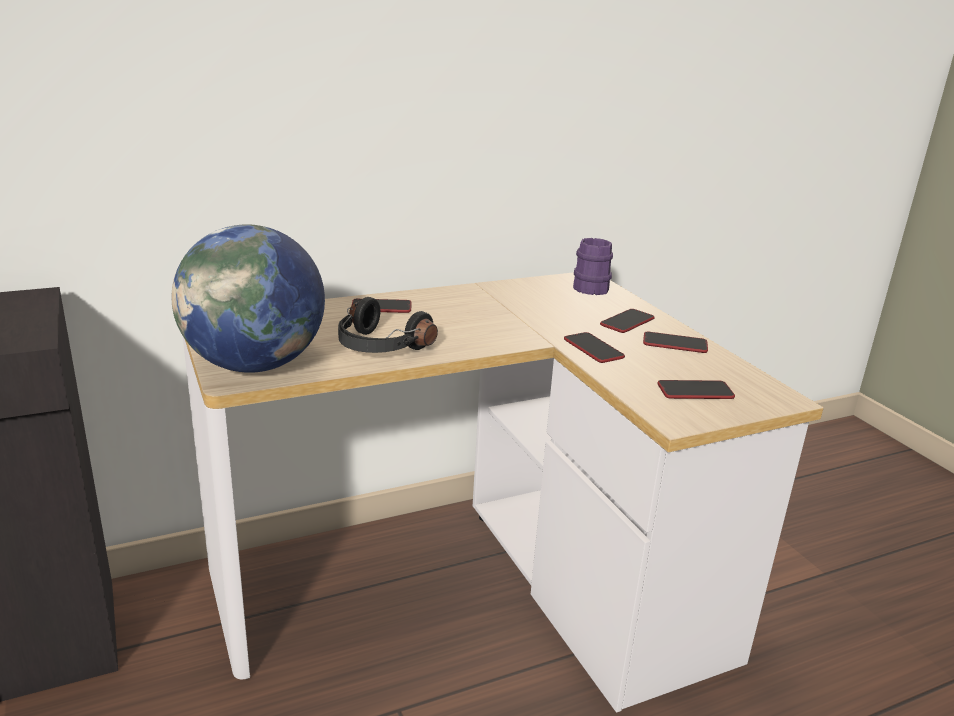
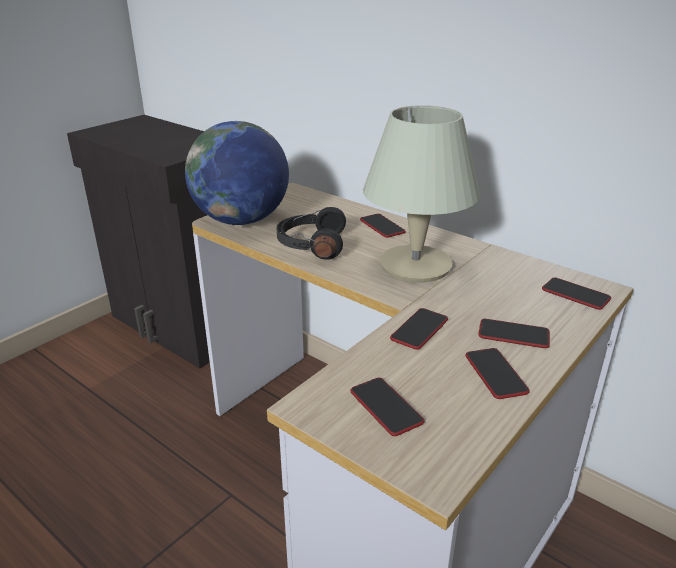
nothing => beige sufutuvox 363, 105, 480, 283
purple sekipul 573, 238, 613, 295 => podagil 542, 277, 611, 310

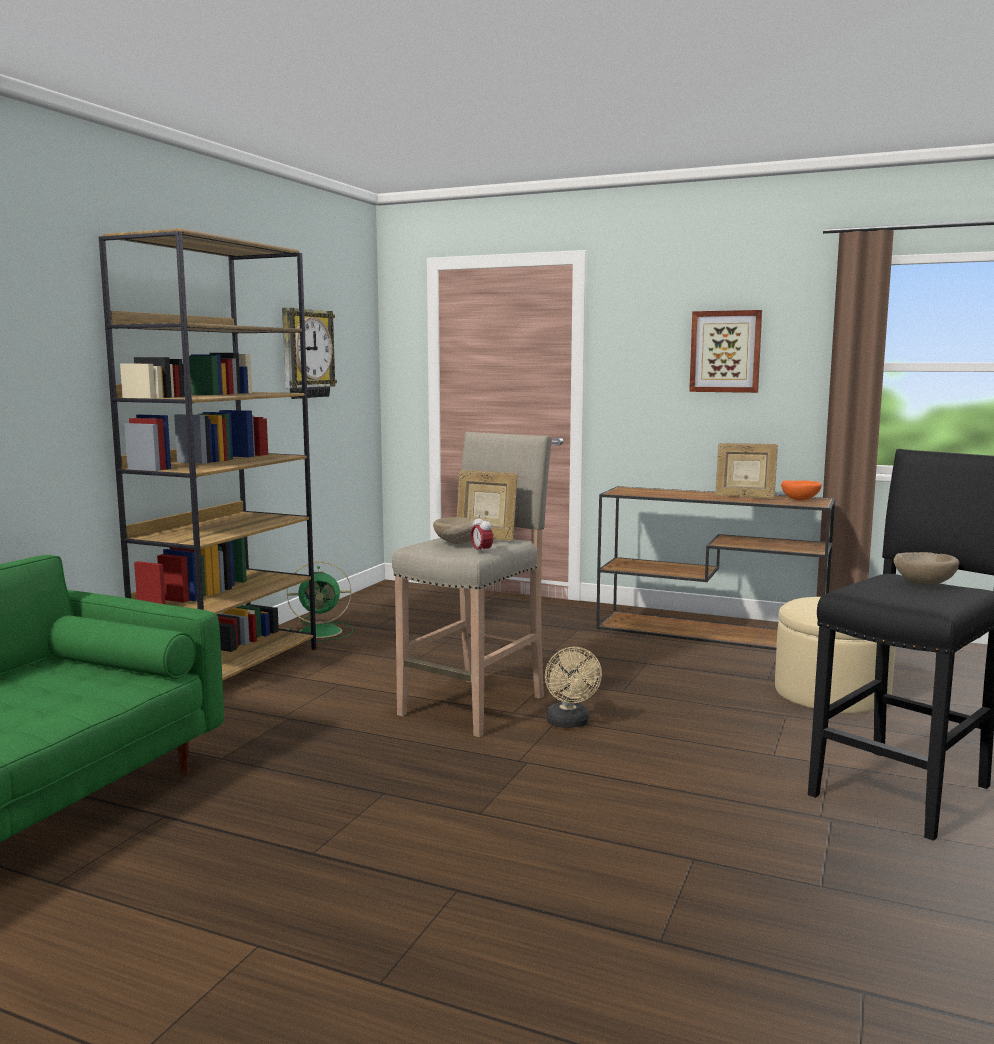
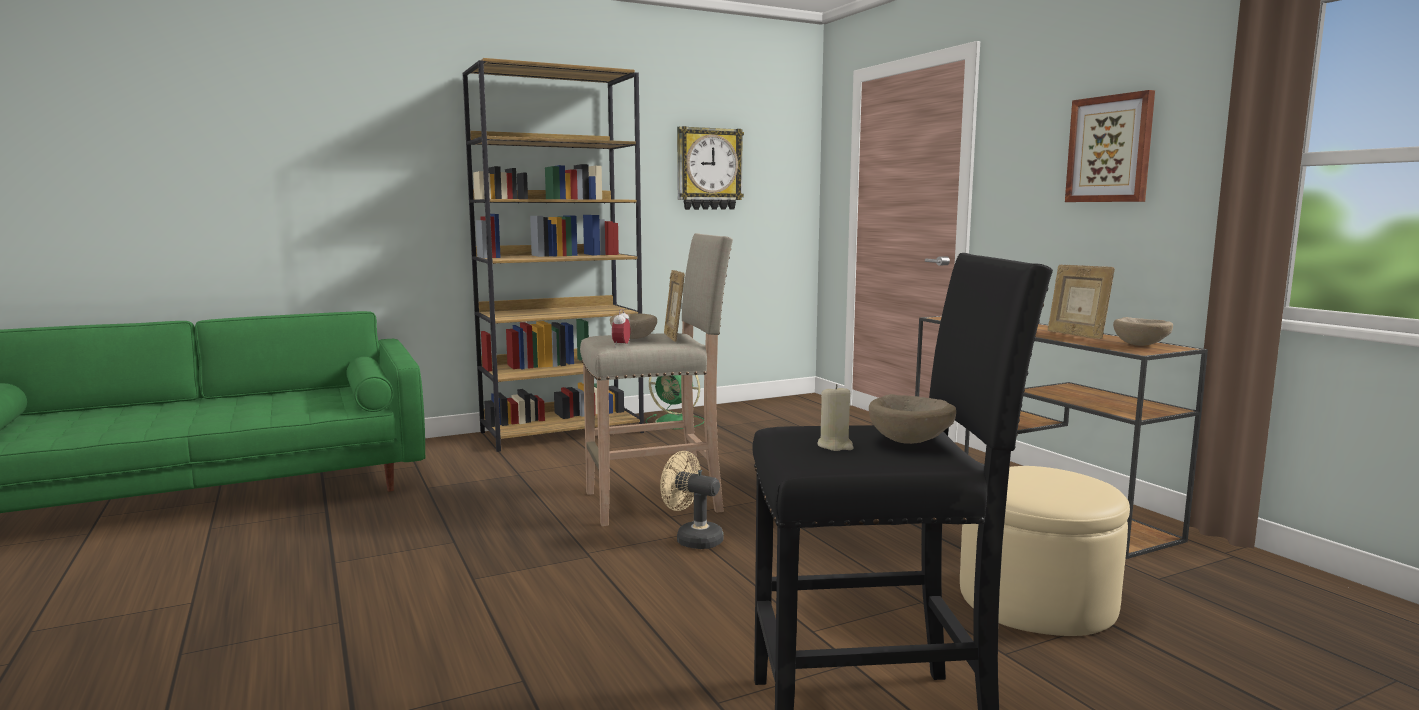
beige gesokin 545, 647, 602, 728 => beige gesokin 660, 451, 724, 549, 90 degrees clockwise
nothing => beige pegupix 817, 384, 854, 451
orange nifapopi 781, 480, 822, 501 => beige nifapopi 1113, 317, 1173, 346

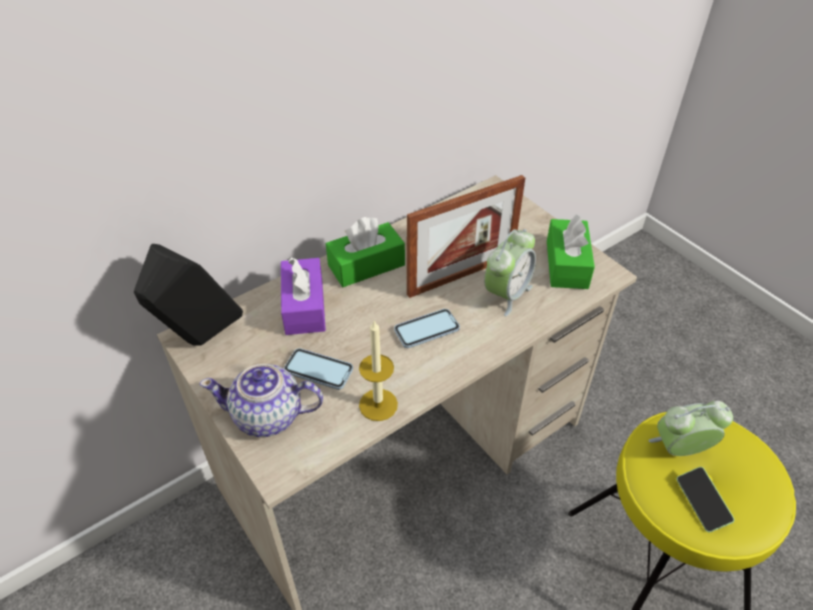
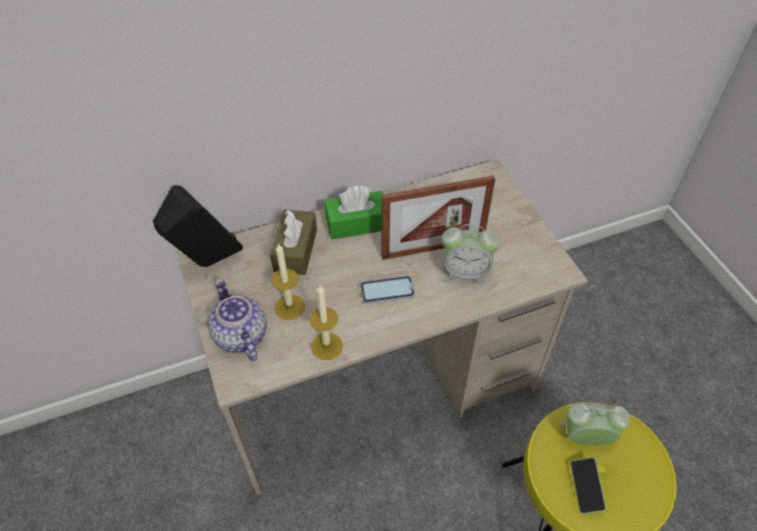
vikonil 200, 364, 323, 437 => vikonil 208, 279, 267, 361, 45 degrees clockwise
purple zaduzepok 281, 257, 326, 335 => brown zaduzepok 270, 209, 317, 275
podagil 284, 348, 353, 390 => pegupix 271, 243, 305, 320
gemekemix 484, 229, 536, 316 => gemekemix 442, 224, 500, 286, 45 degrees clockwise
green zaduzepok 547, 214, 595, 289 => nothing

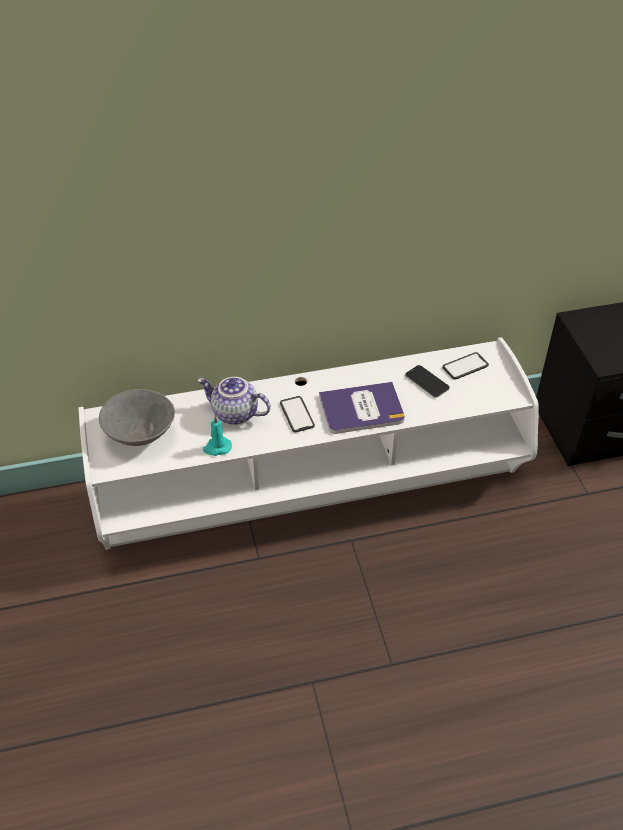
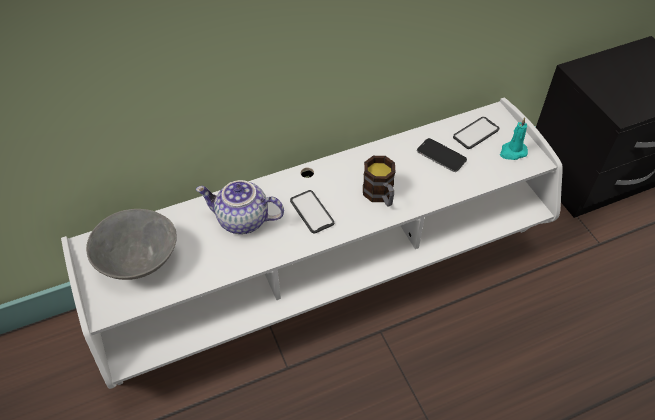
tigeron 319, 382, 405, 434 => sekipul 363, 156, 395, 207
turquoise pegupix 203, 416, 232, 456 => turquoise pegupix 500, 118, 528, 160, moved

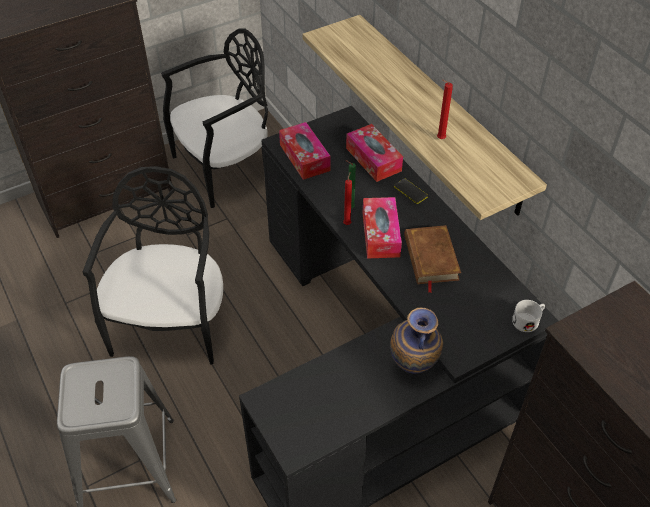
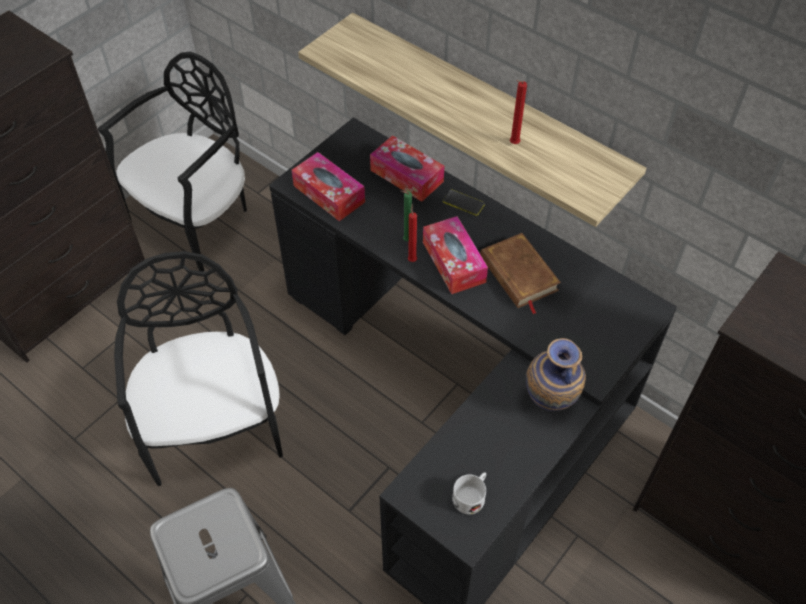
white sekipul 512, 300, 545, 332 => white sekipul 452, 472, 486, 514, moved

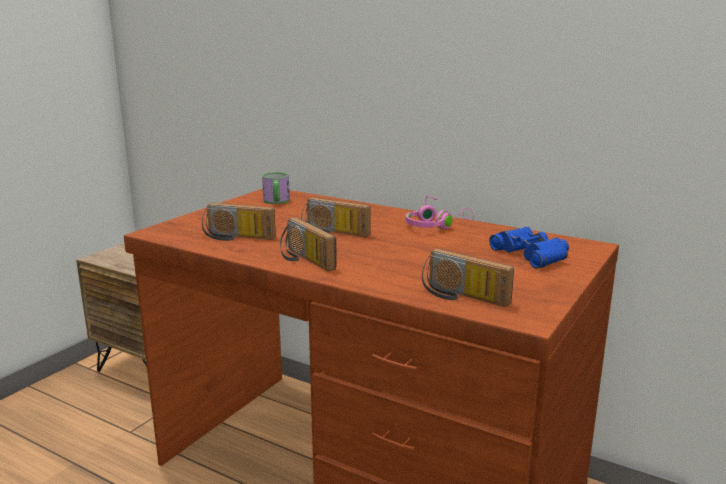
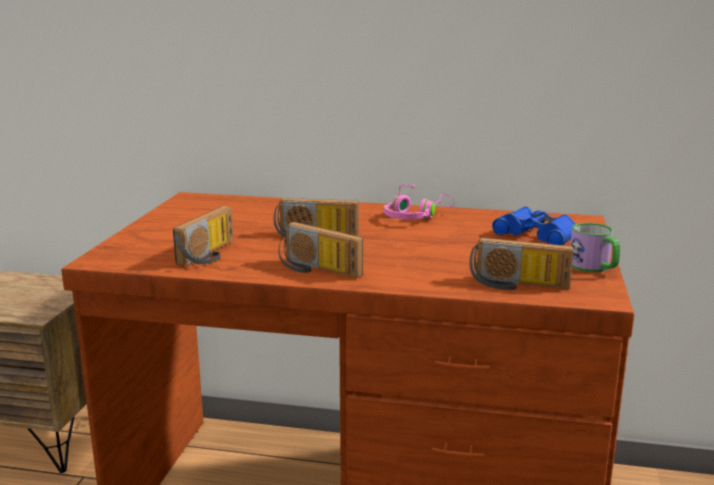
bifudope 202, 203, 276, 241 => bifudope 173, 206, 233, 266, 60 degrees counterclockwise
sekipul 262, 172, 290, 204 => sekipul 571, 223, 620, 272, moved

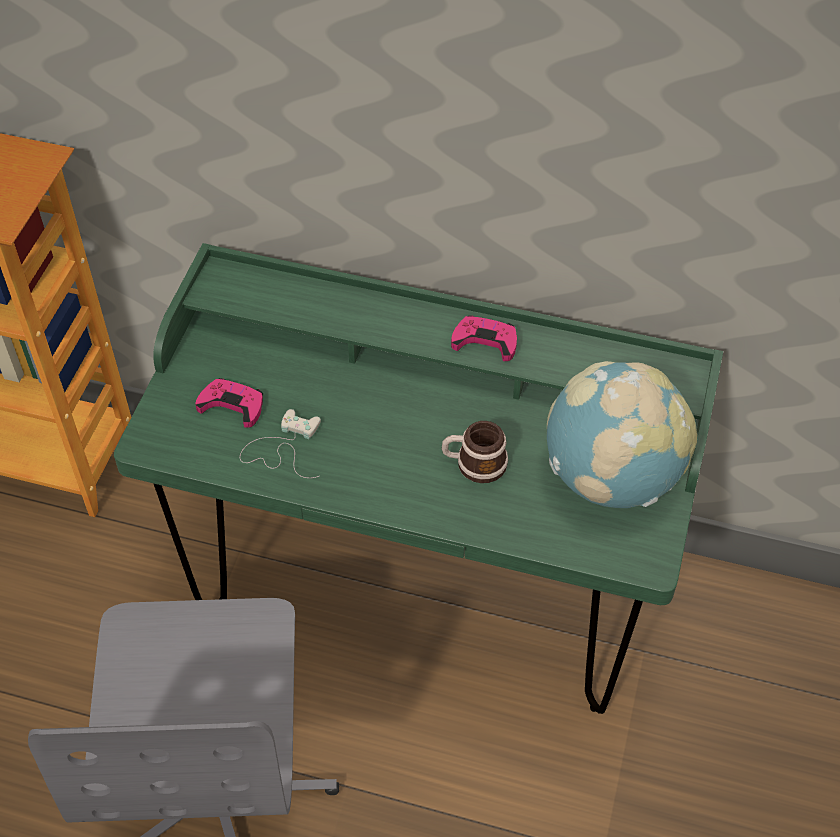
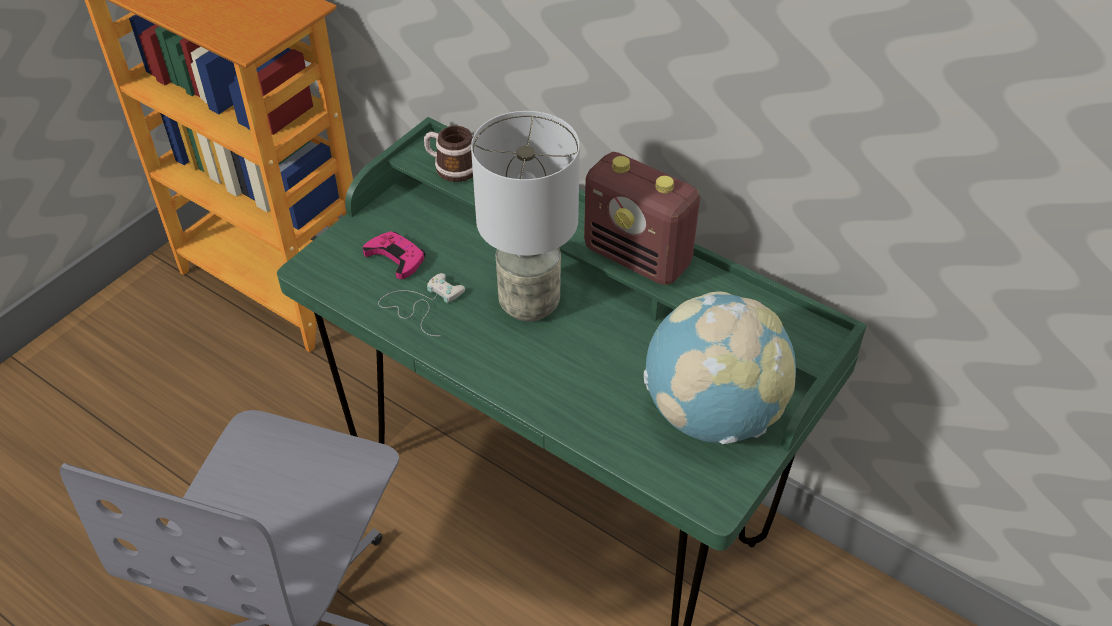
sekipul 442, 421, 508, 483 => sekipul 424, 126, 473, 182, moved
nothing => grey sufutuvox 471, 111, 580, 321
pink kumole 451, 315, 517, 361 => bifudope 584, 152, 700, 285

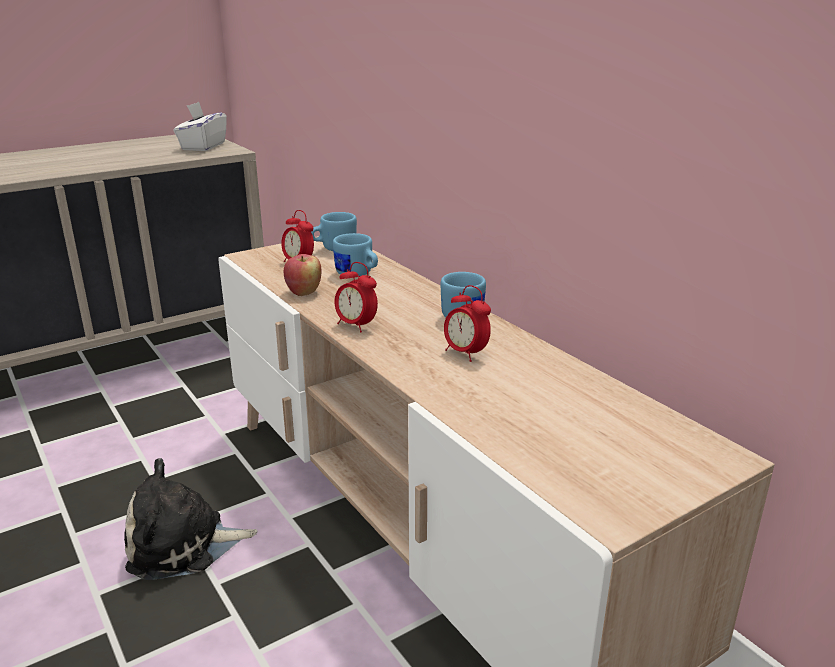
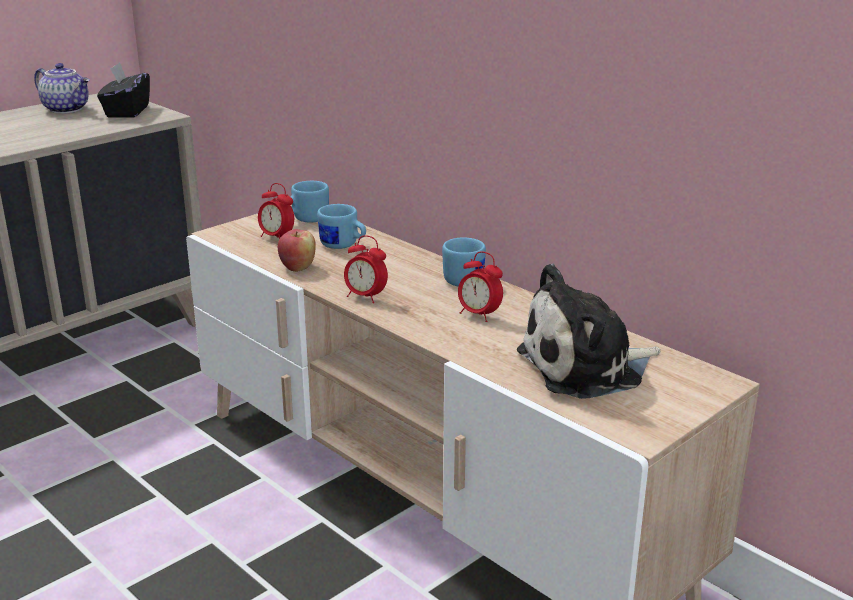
nothing => vikonil 34, 63, 90, 114
white zaduzepok 173, 102, 227, 151 => black zaduzepok 97, 62, 150, 118
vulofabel 124, 458, 258, 580 => vulofabel 517, 264, 661, 399, moved

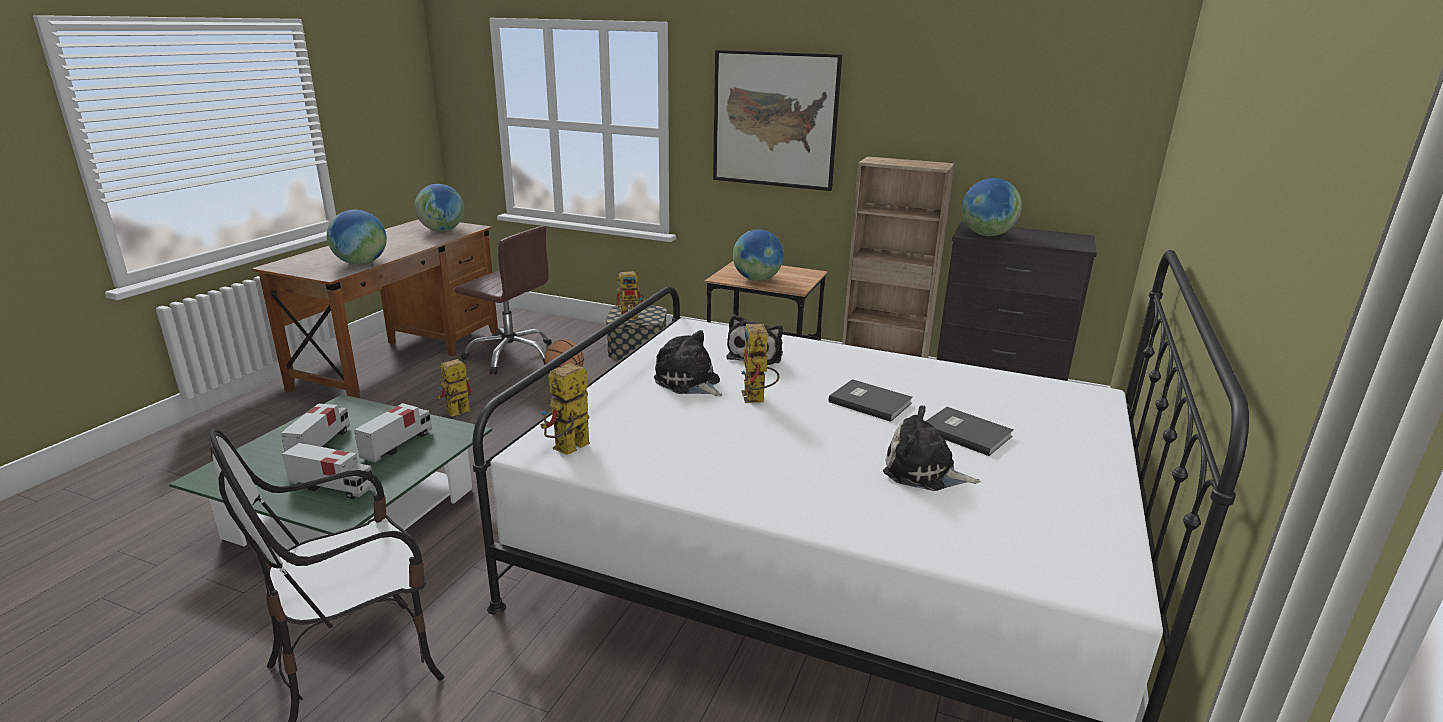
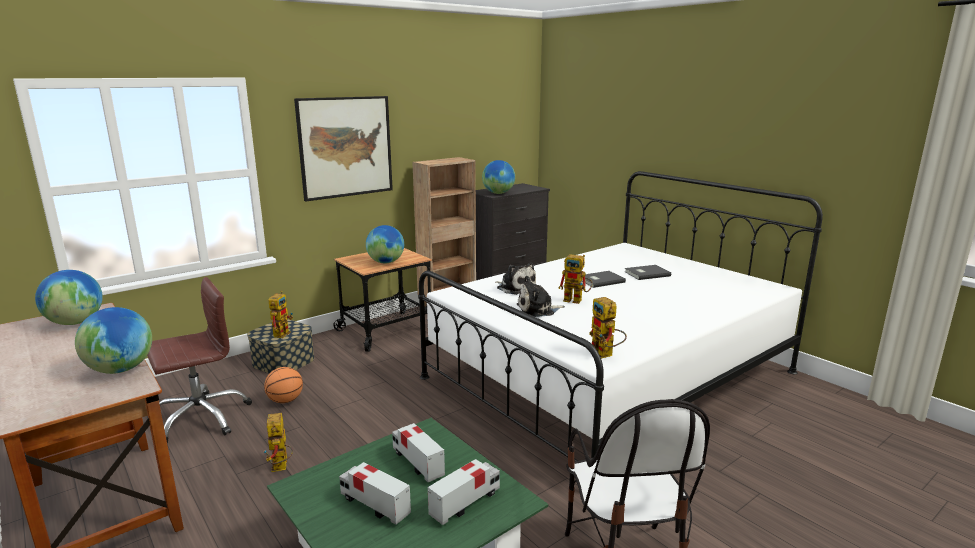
vulofabel 883, 405, 980, 491 => nothing

